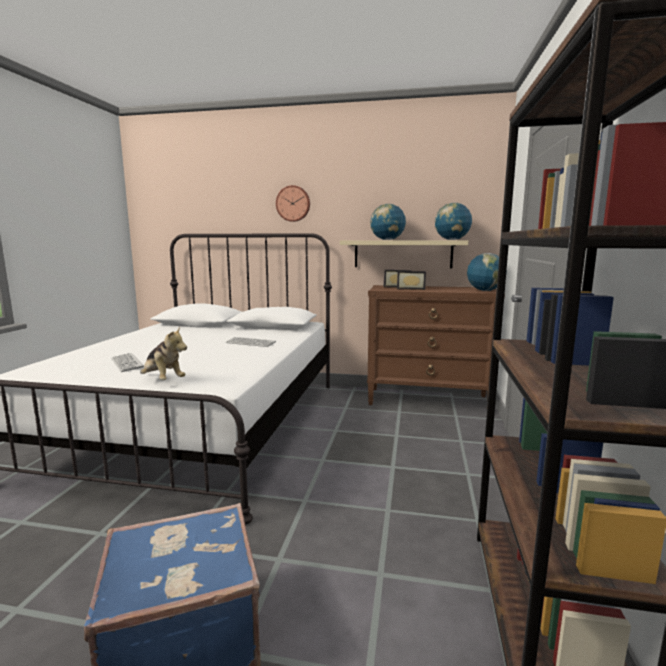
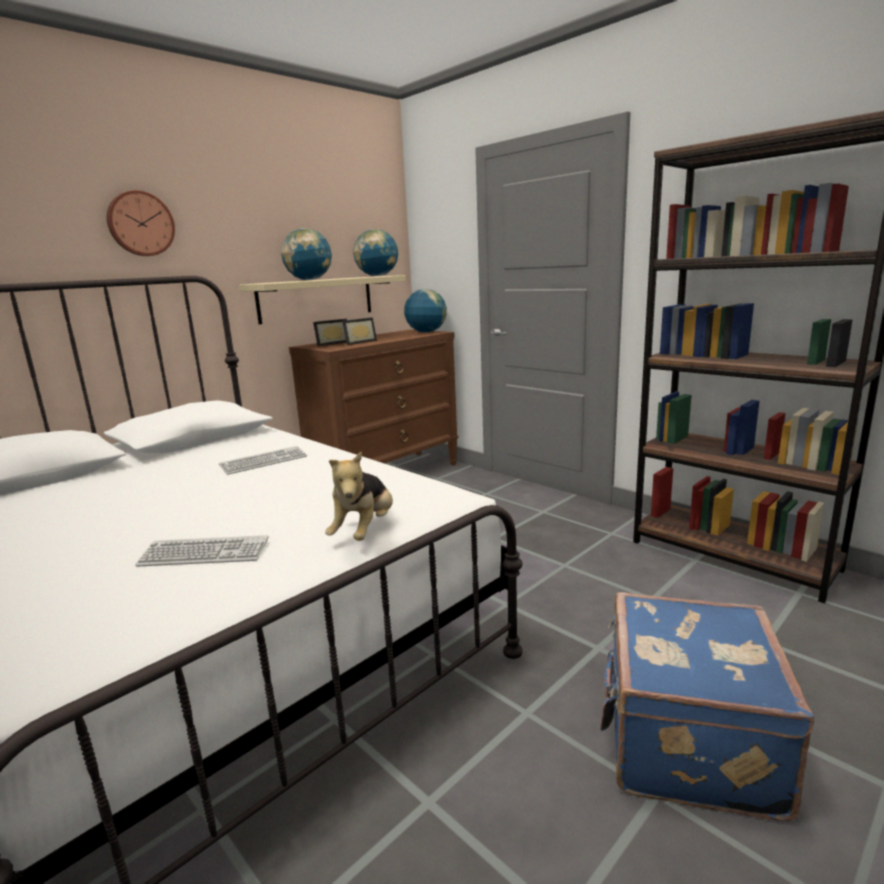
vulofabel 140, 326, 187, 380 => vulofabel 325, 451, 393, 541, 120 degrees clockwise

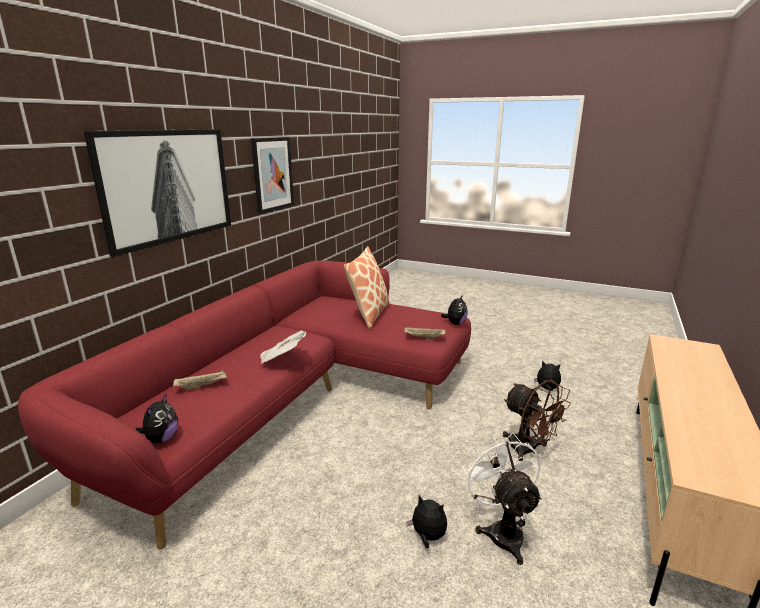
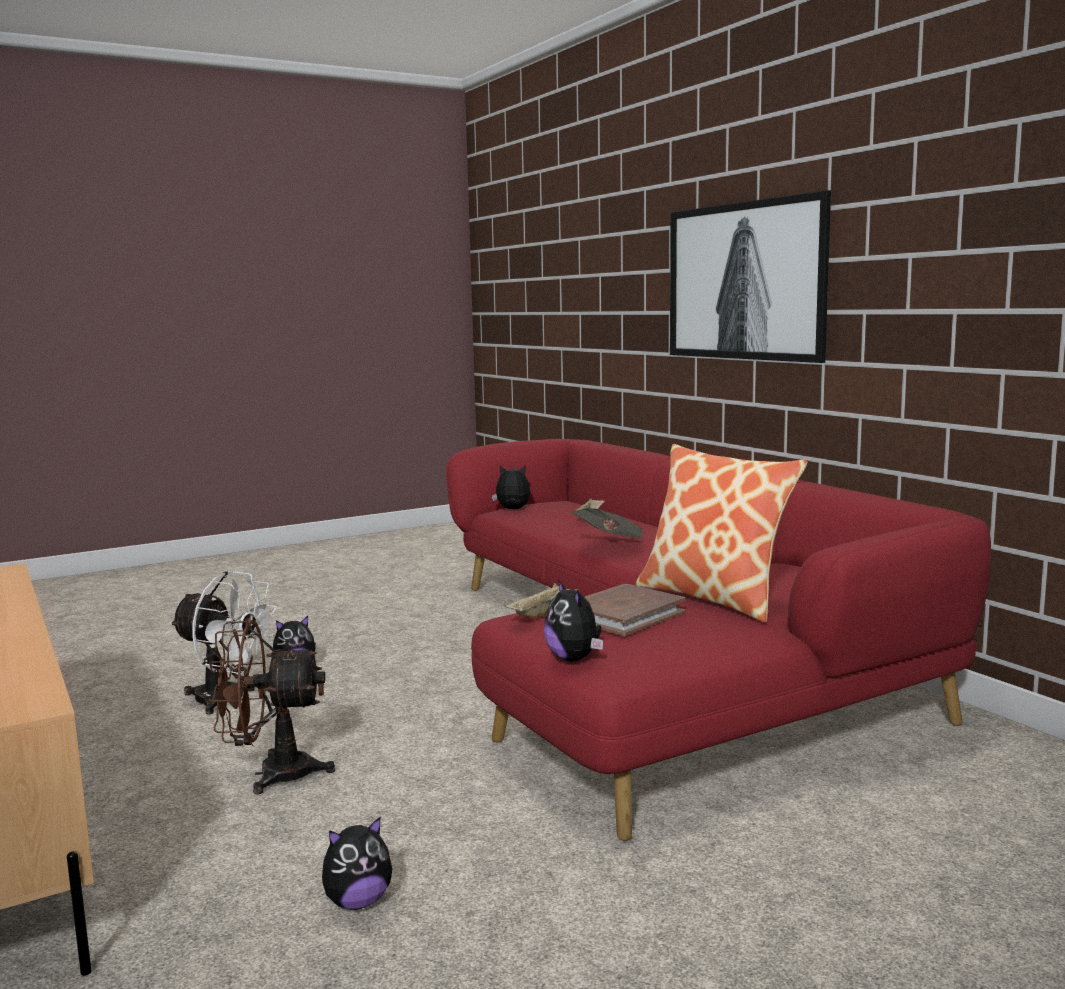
vulofabel 135, 395, 178, 443 => vulofabel 492, 465, 531, 509, 135 degrees clockwise
nothing => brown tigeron 585, 584, 685, 636
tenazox 251, 137, 294, 214 => nothing

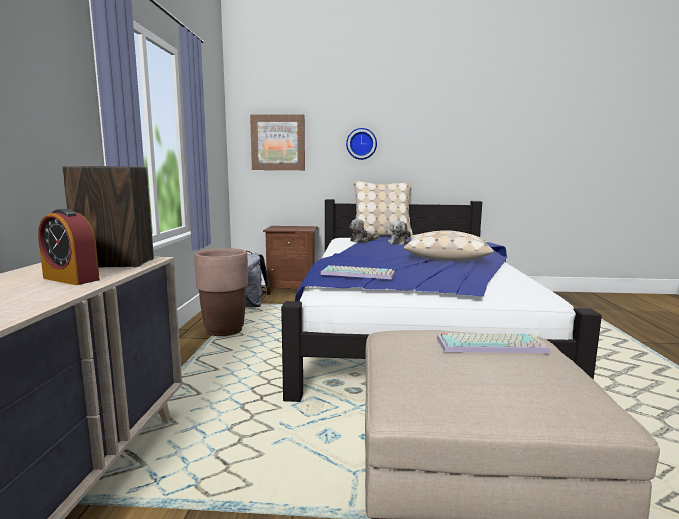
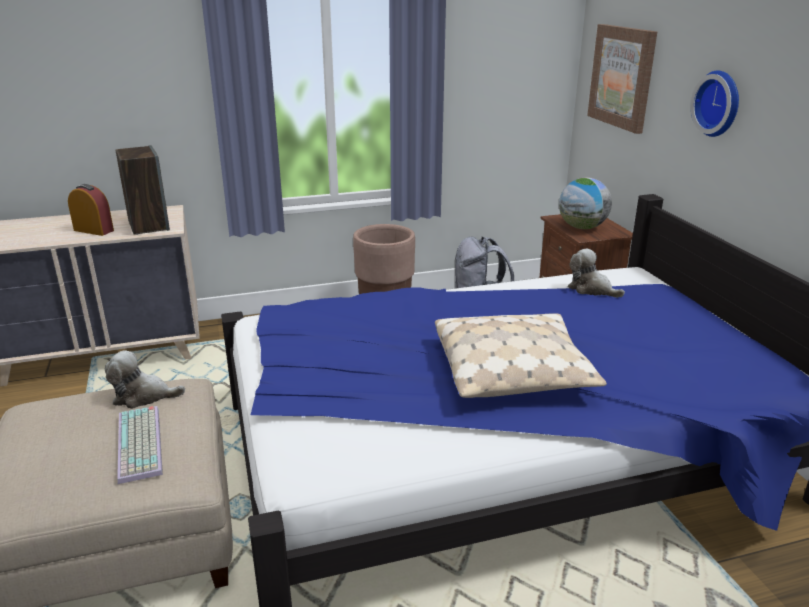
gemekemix 38, 209, 100, 285 => gemekemix 68, 184, 114, 236, 105 degrees clockwise
vulofabel 388, 221, 411, 245 => vulofabel 105, 351, 185, 409, moved
nothing => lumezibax 559, 178, 612, 229
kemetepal 320, 265, 395, 279 => nothing
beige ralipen 354, 181, 413, 236 => nothing

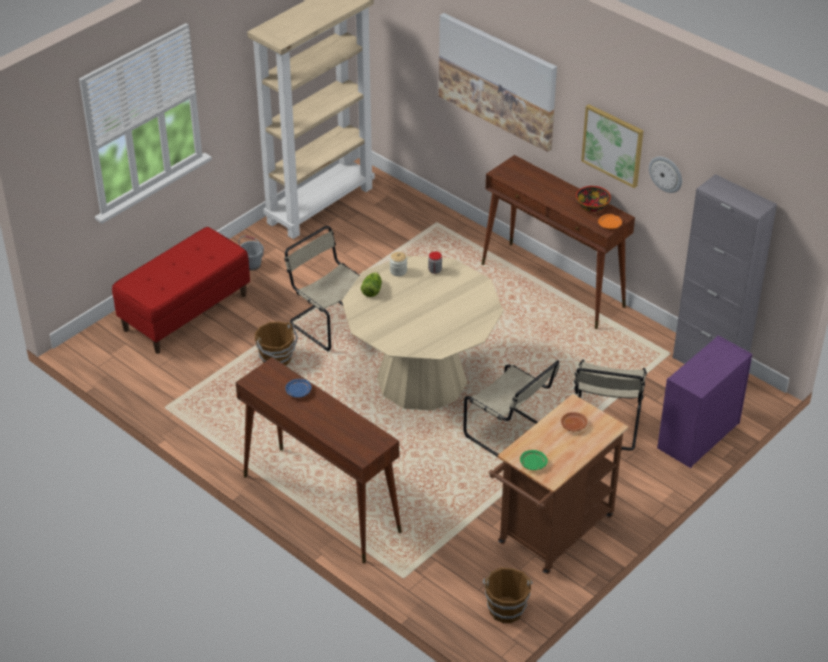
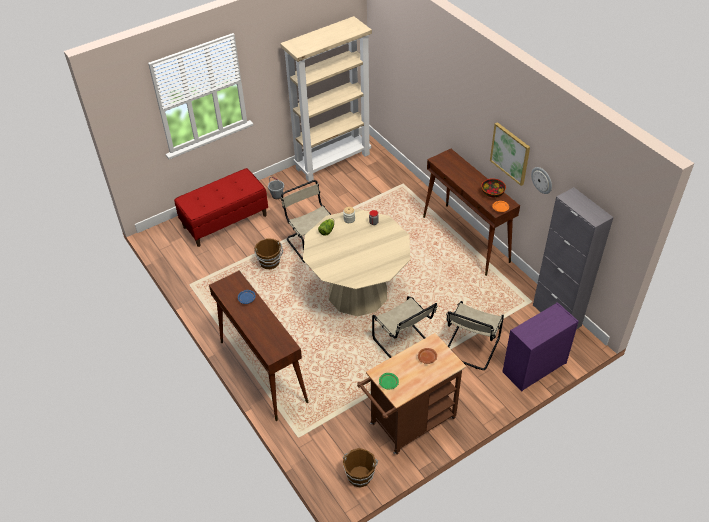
tenazox 439, 13, 557, 152 => nothing

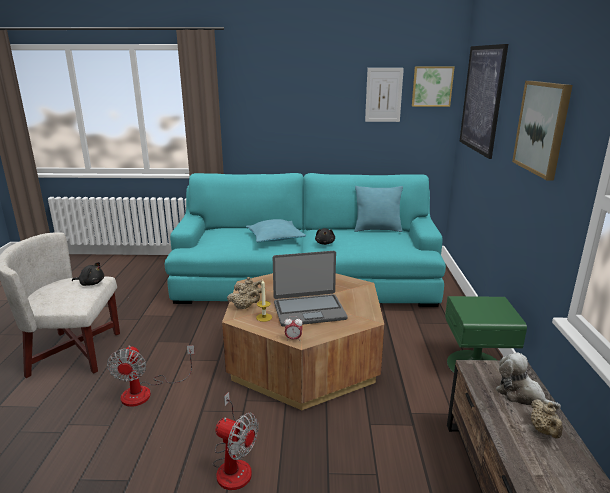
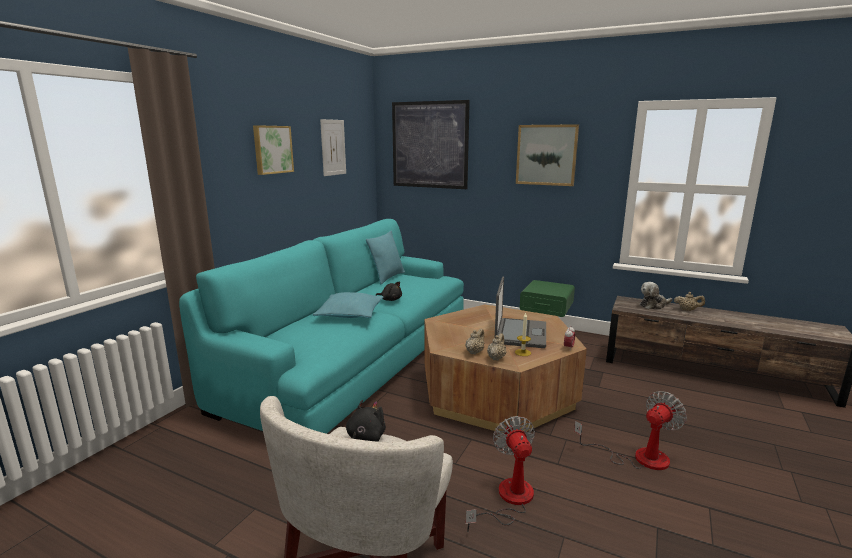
tenazox 412, 66, 454, 107 => tenazox 253, 125, 294, 175, moved
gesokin 107, 345, 195, 407 => gesokin 466, 416, 535, 532, 120 degrees counterclockwise

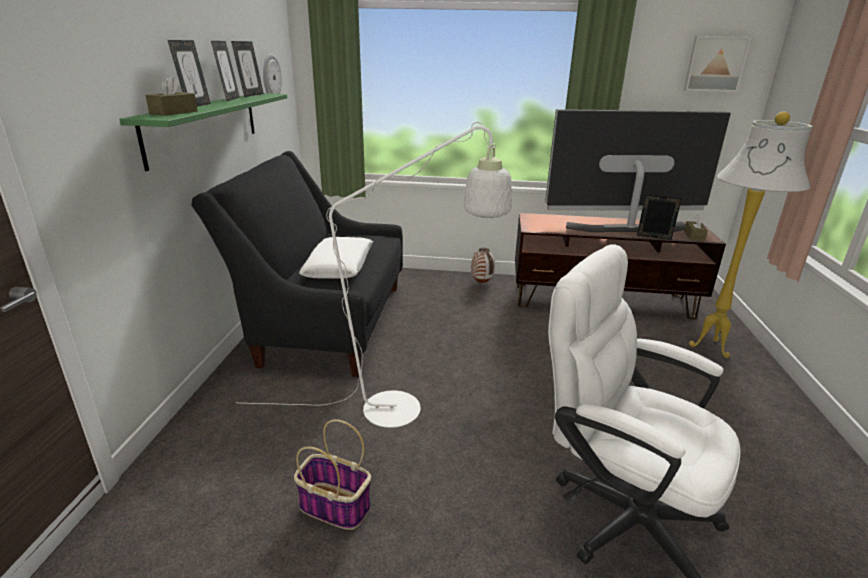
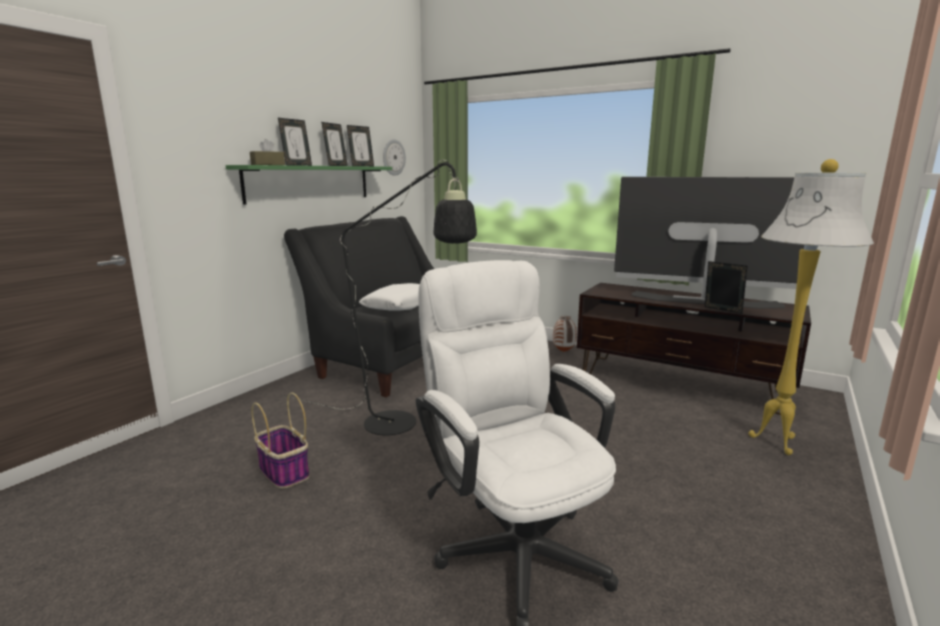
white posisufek 242, 122, 512, 428 => black posisufek 283, 160, 477, 436
tenazox 684, 36, 751, 92 => nothing
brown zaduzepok 684, 215, 708, 241 => nothing

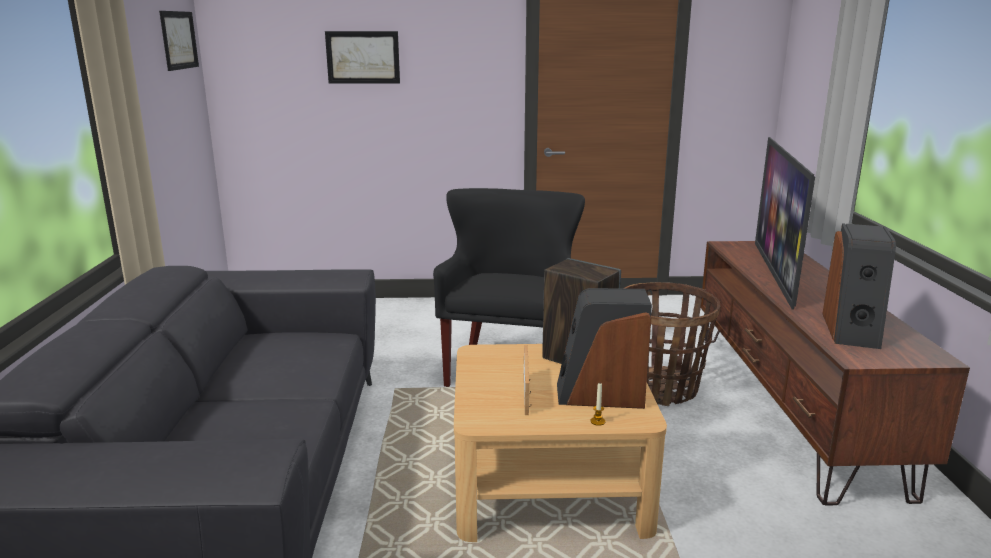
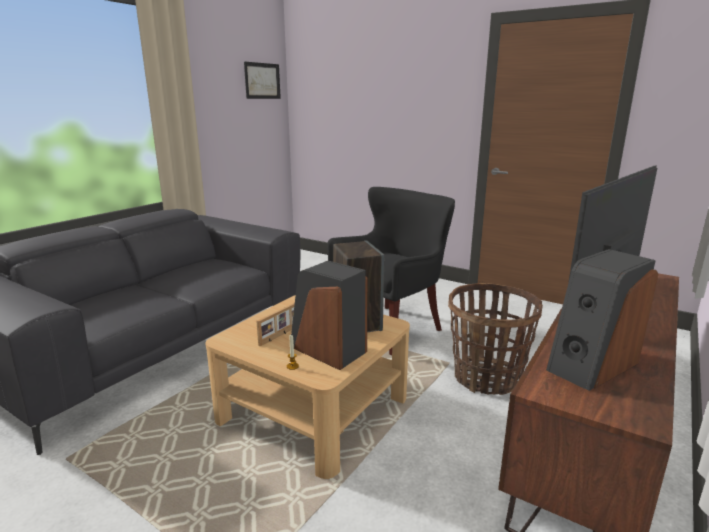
tenazox 325, 31, 400, 84 => nothing

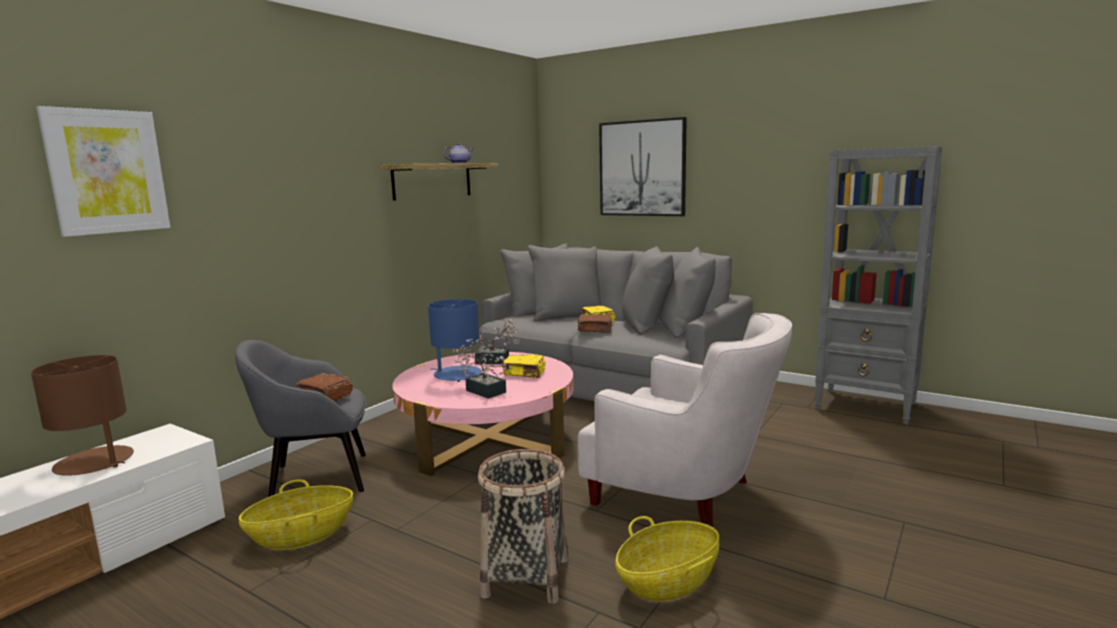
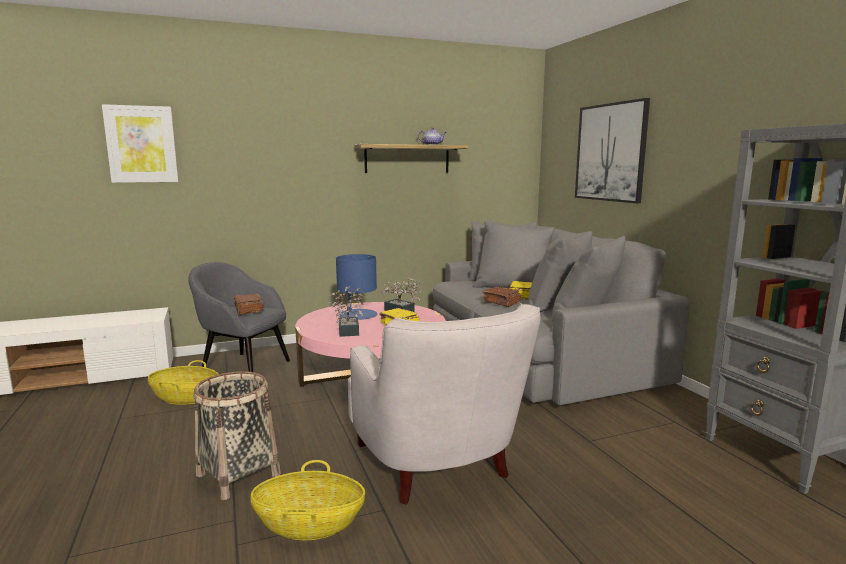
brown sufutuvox 31, 355, 134, 476 => nothing

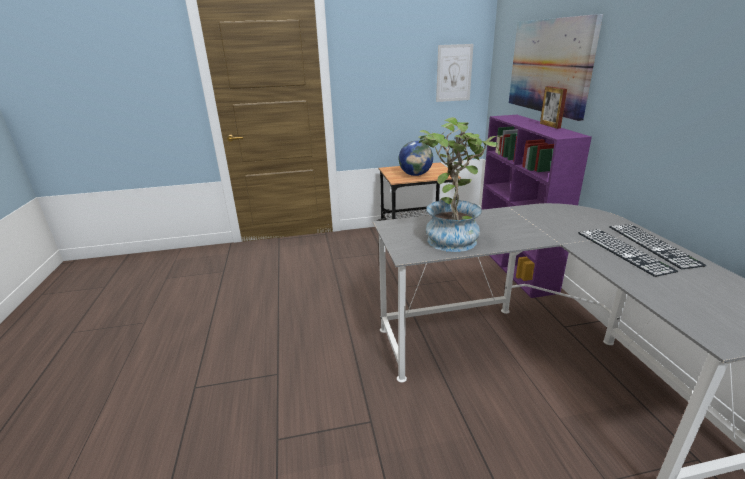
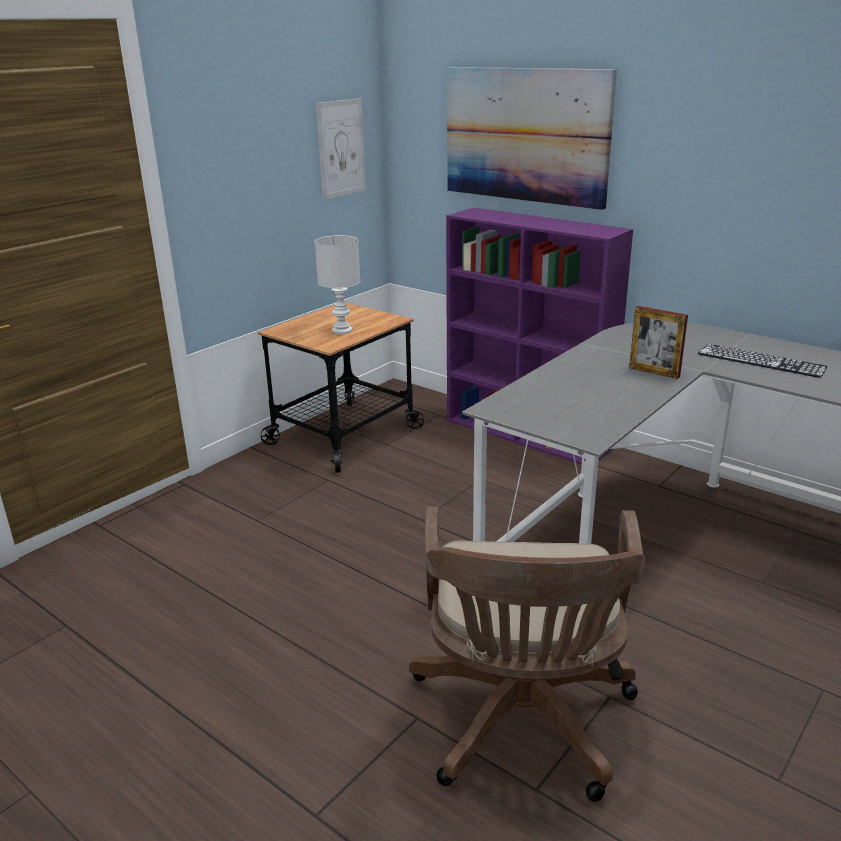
lumezibax 399, 141, 433, 176 => white sufutuvox 314, 235, 360, 334
nothing => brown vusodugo 409, 506, 646, 802
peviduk 540, 86, 567, 129 => peviduk 629, 306, 688, 379, moved
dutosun 419, 117, 501, 252 => nothing
kemetepal 609, 224, 707, 269 => nothing

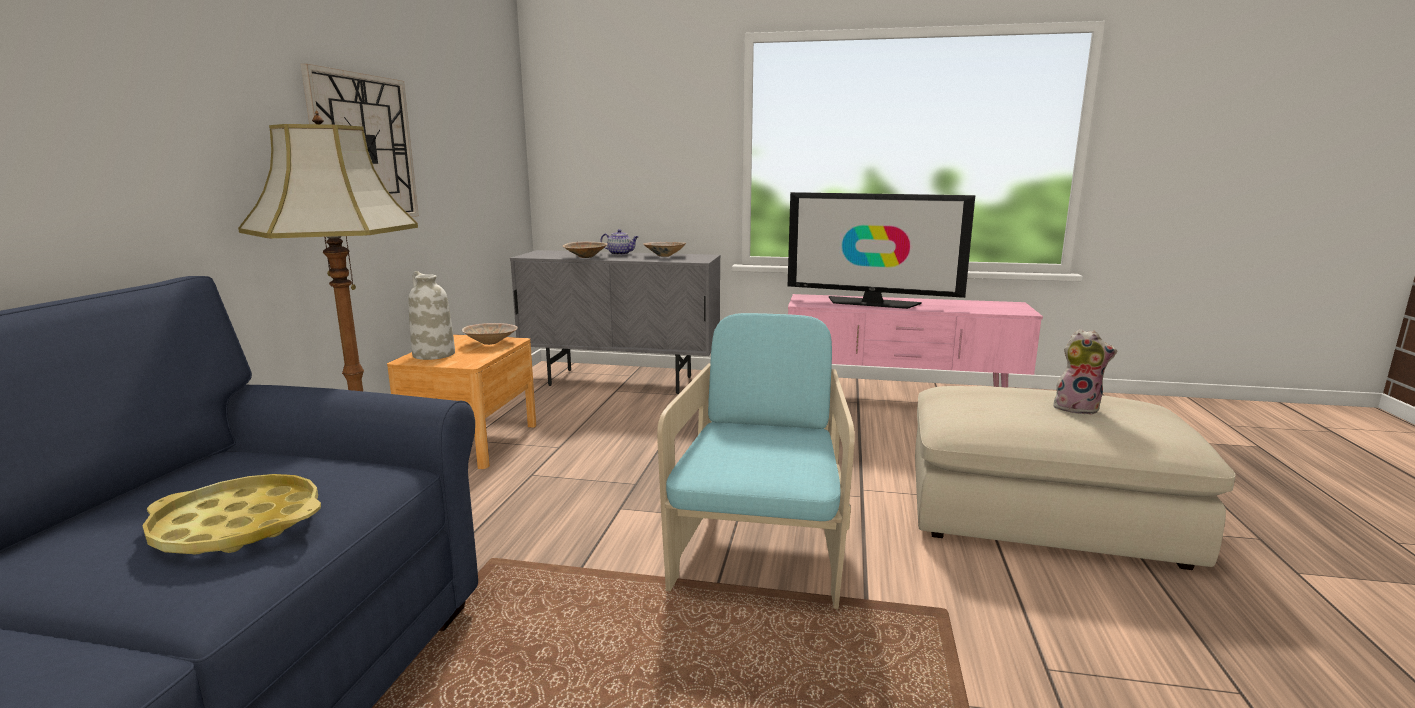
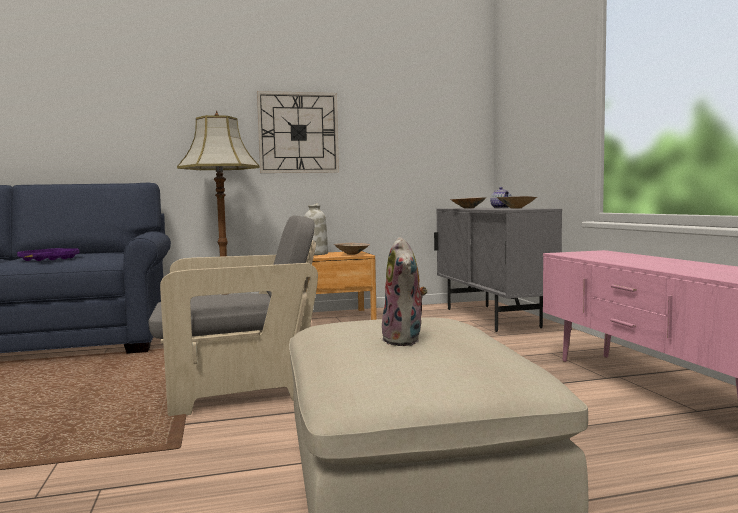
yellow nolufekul 142, 474, 321, 555 => purple nolufekul 17, 248, 80, 261
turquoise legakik 657, 313, 855, 609 => grey legakik 149, 216, 318, 416
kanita 788, 192, 975, 309 => nothing

